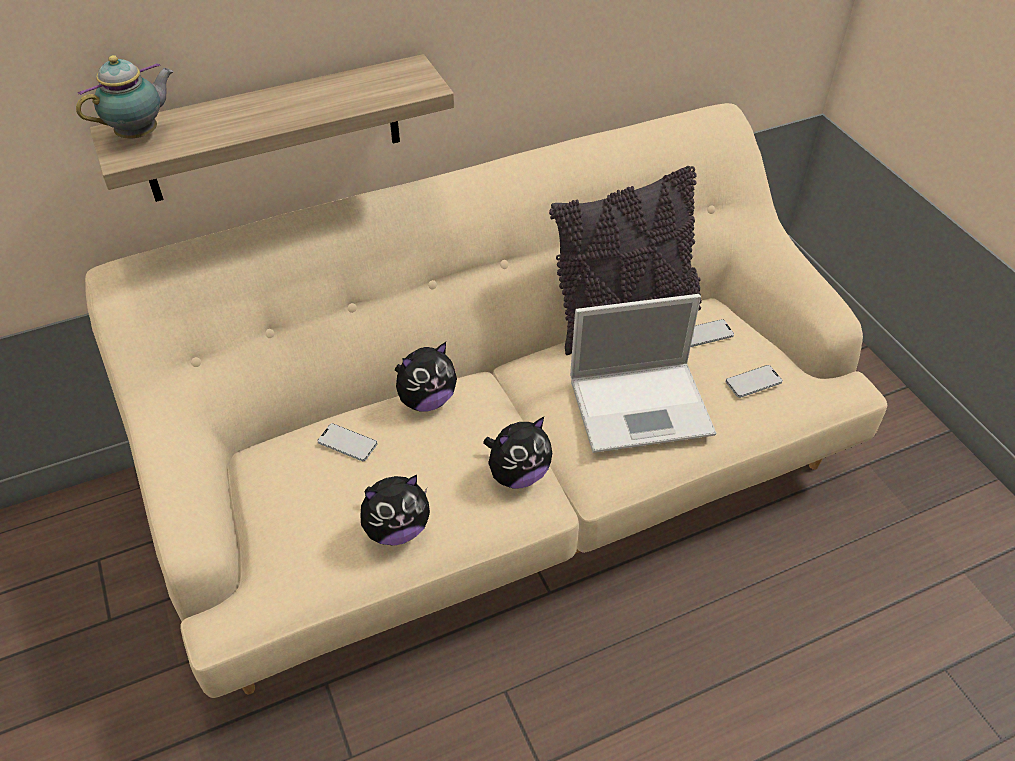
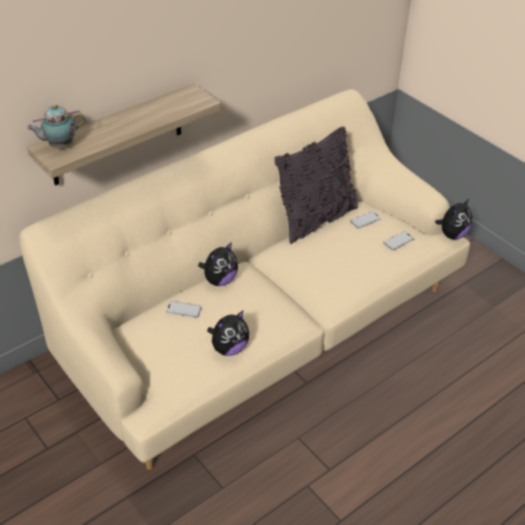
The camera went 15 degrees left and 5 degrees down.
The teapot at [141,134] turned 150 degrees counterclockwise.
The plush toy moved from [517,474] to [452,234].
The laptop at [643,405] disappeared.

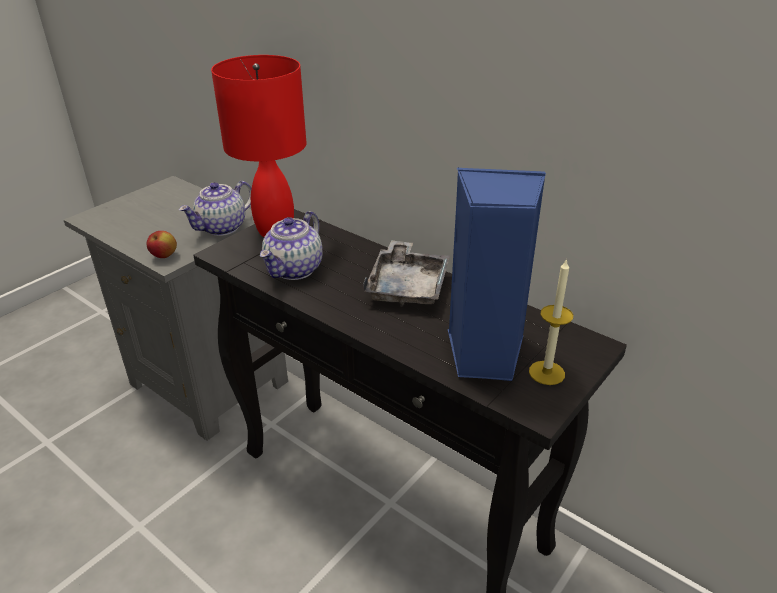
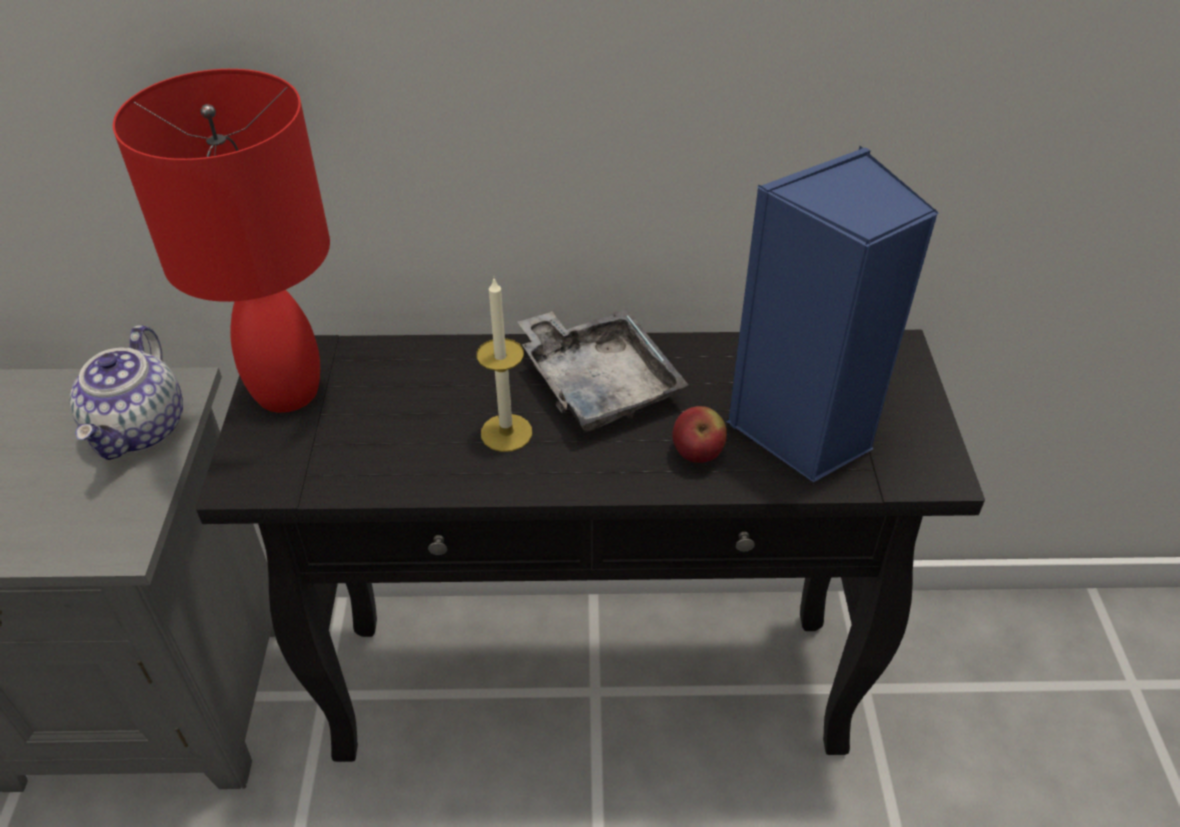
The camera went 40 degrees left and 10 degrees up.
The candle moved from [546,373] to [506,432].
The apple moved from [164,256] to [697,454].
The teapot at [294,270] disappeared.

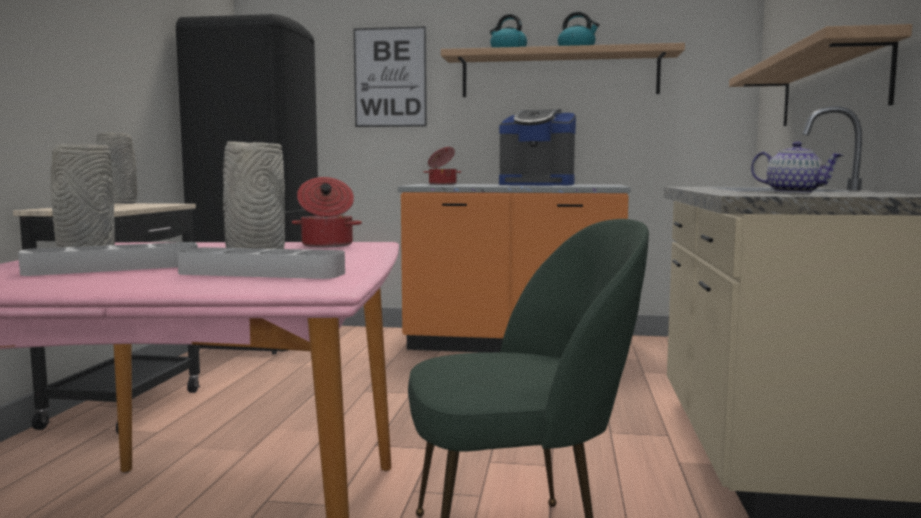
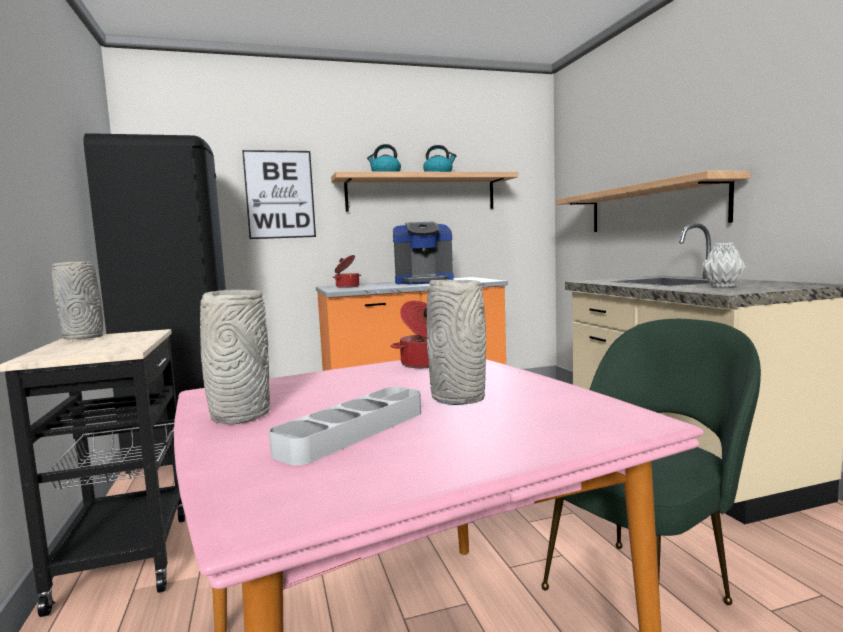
The camera went 25 degrees left and 0 degrees up.
The teapot at [794,192] was replaced by the grey vase at [722,286].
The grey tray at [261,273] disappeared.

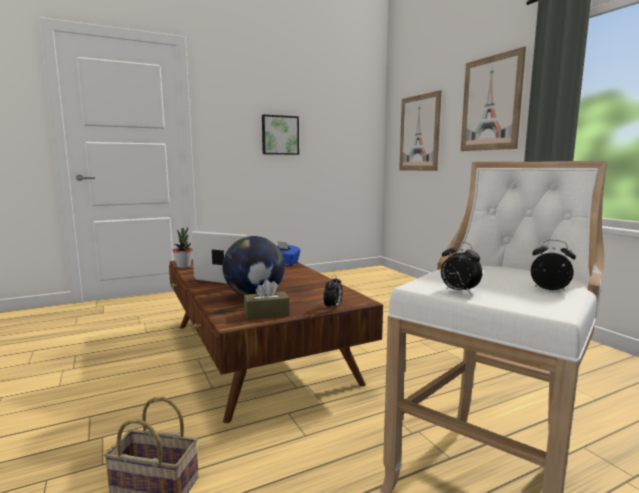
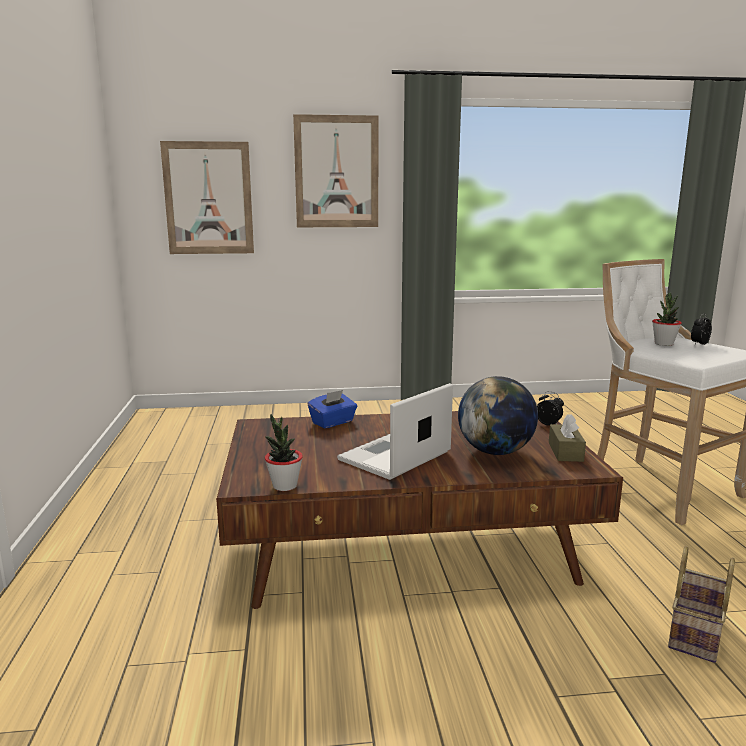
The camera went 70 degrees left and 5 degrees up.
The potted plant at [664,344] appeared.
The picture at [280,135] disappeared.
The alarm clock at [458,291] disappeared.

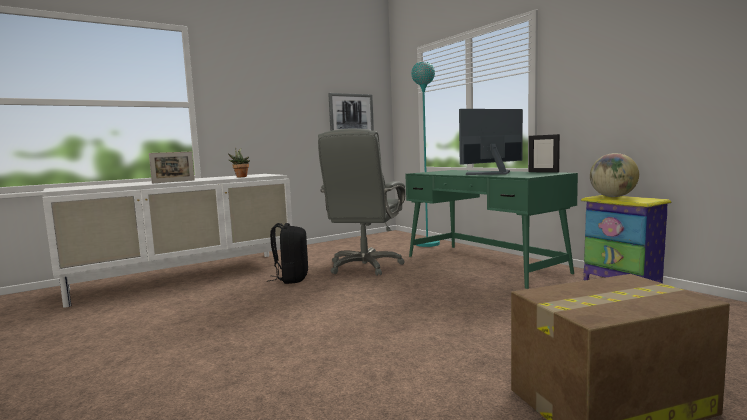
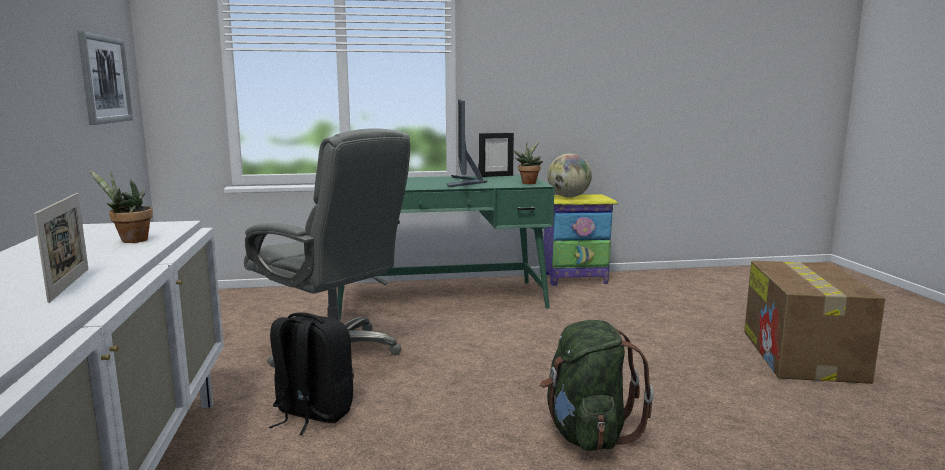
The camera went 65 degrees left and 5 degrees up.
The potted plant at [528,183] appeared.
The green backpack at [587,434] appeared.
The turquoise floor lamp at [427,244] disappeared.

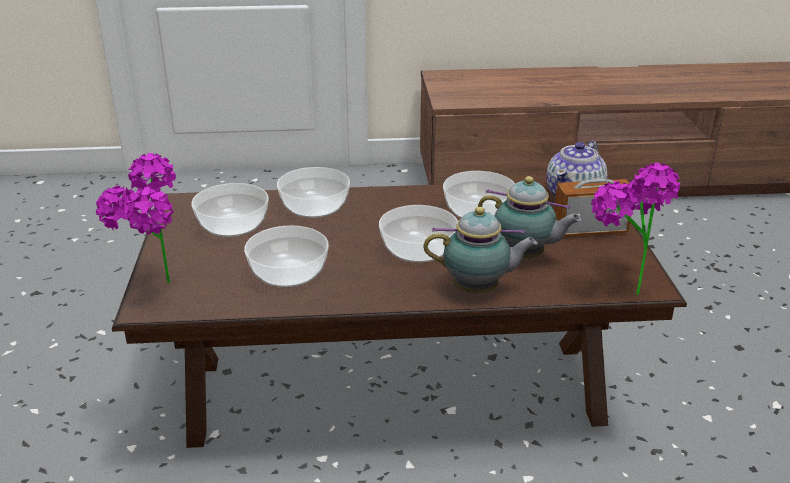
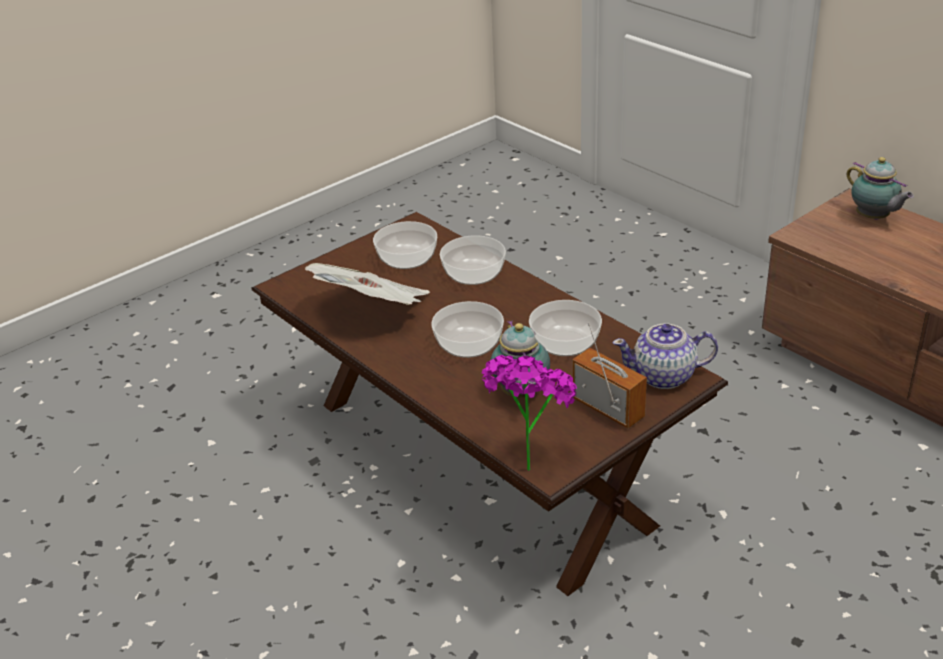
The camera went 55 degrees right and 5 degrees up.
The bowl at [288,273] was replaced by the newspaper at [374,310].
The teapot moved from [478,290] to [873,218].
The potted plant at [155,290] disappeared.

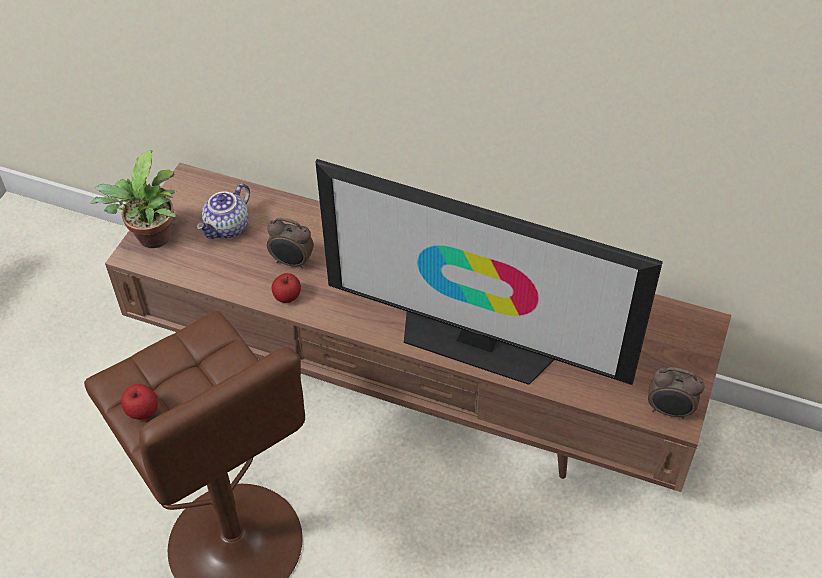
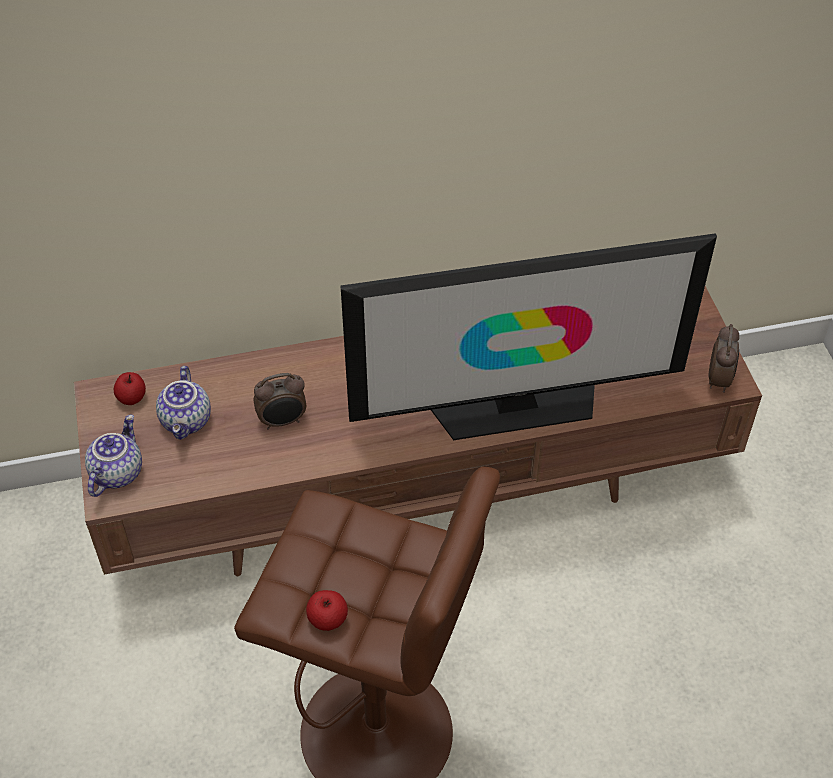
The camera went 35 degrees left and 0 degrees up.
The potted plant at [152,240] was replaced by the teapot at [116,472].
The apple moved from [287,296] to [132,398].
The alarm clock at [669,411] turned 60 degrees counterclockwise.

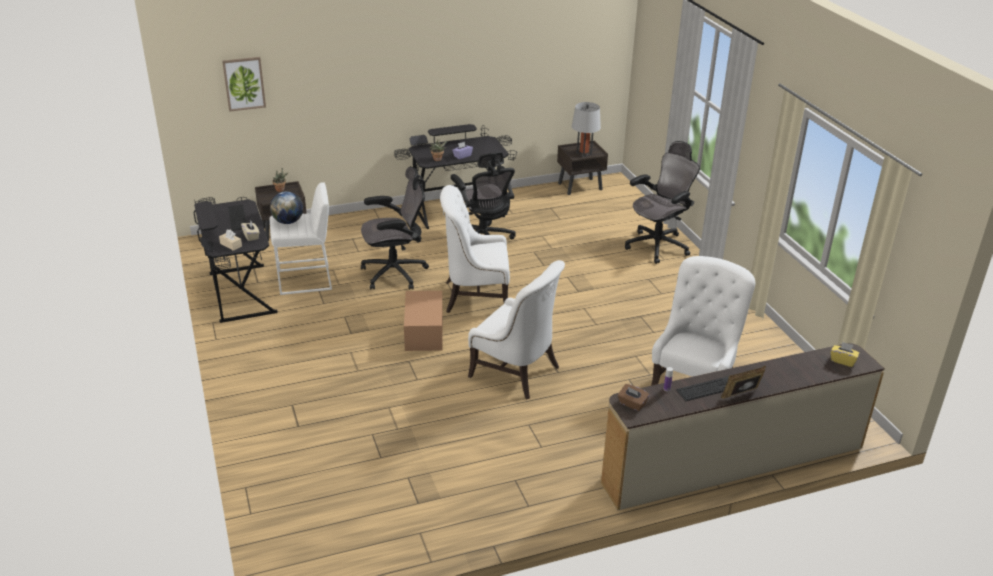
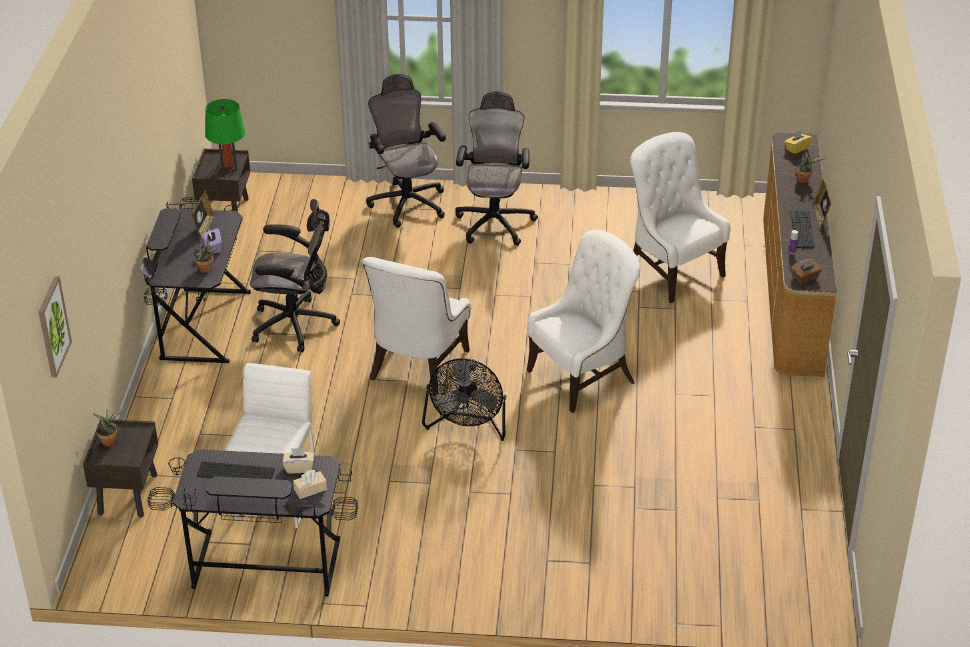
The camera went 65 degrees left and 5 degrees up.
The picture frame at [204,227] appeared.
The grey table lamp at [584,153] became the green table lamp at [228,167].
The cardboard box at [424,332] was replaced by the black fan at [465,423].
The office chair moved from [394,273] to [494,224].
The potted plant at [804,180] appeared.
The globe at [288,221] disappeared.

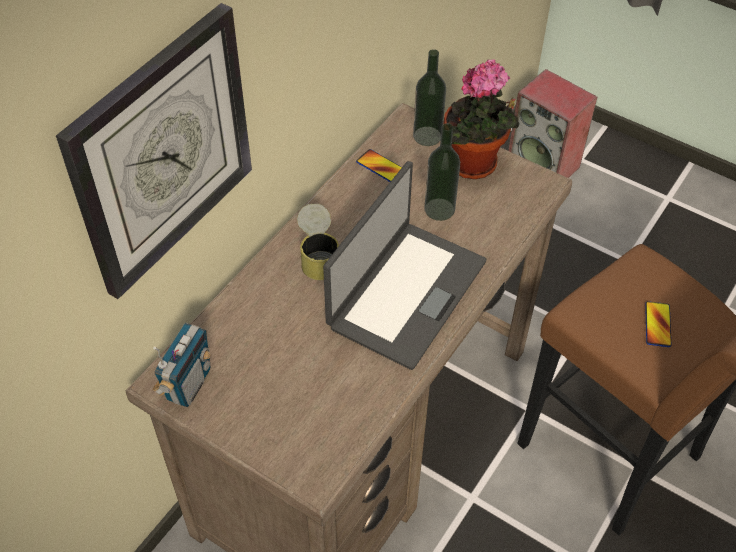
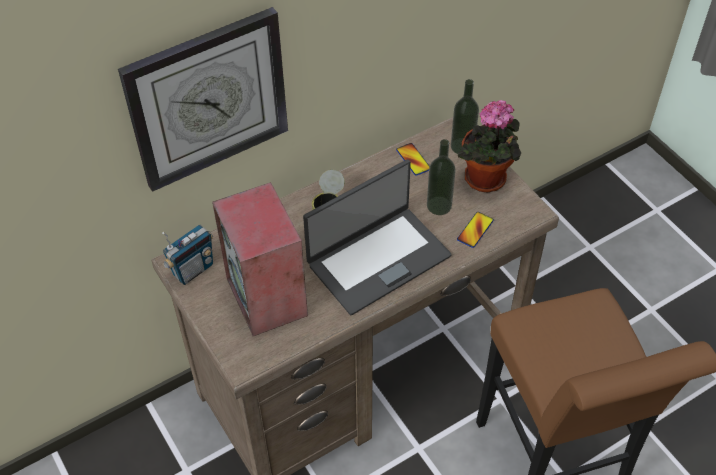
The camera went 25 degrees right and 0 degrees up.
The speaker moved from [544,165] to [268,297].
The phone moved from [657,325] to [475,230].

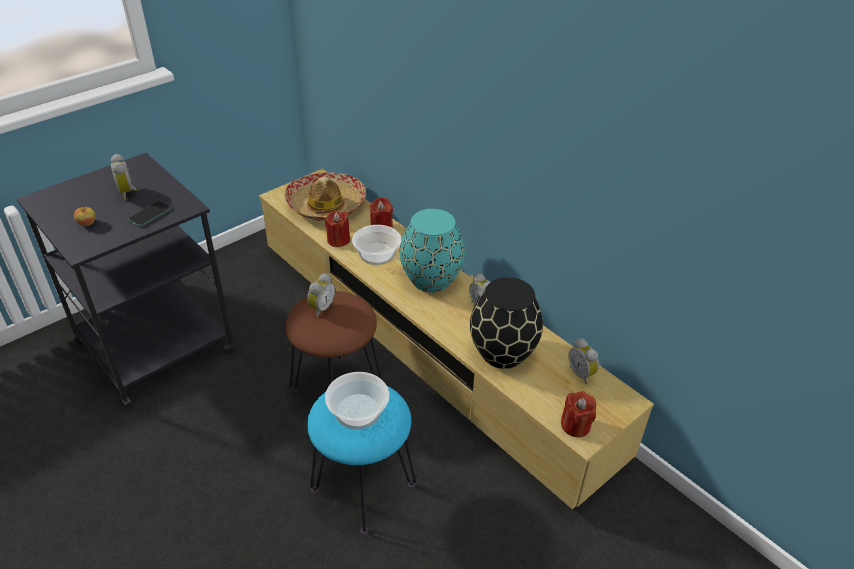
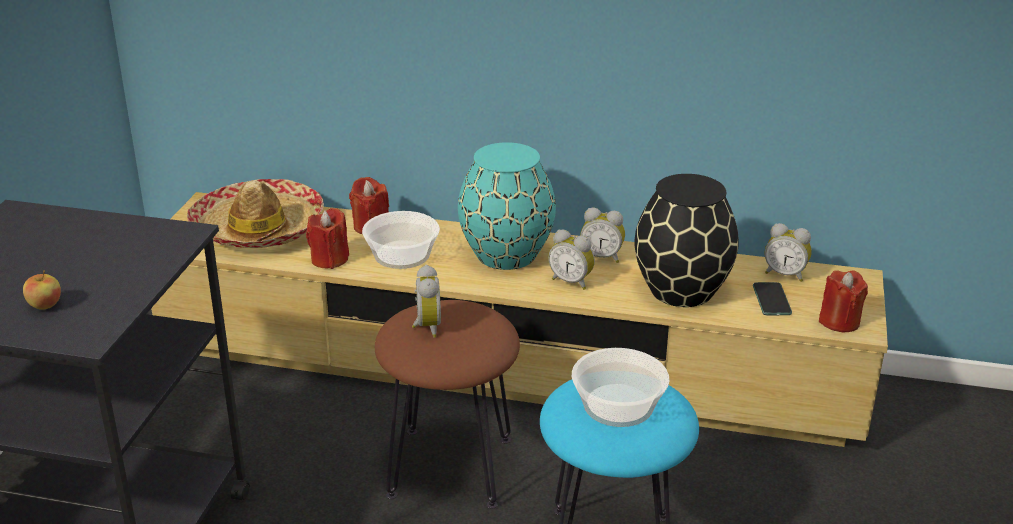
The camera went 35 degrees left and 10 degrees down.
The alarm clock moved from [128,192] to [572,281].
The phone moved from [150,214] to [771,300].

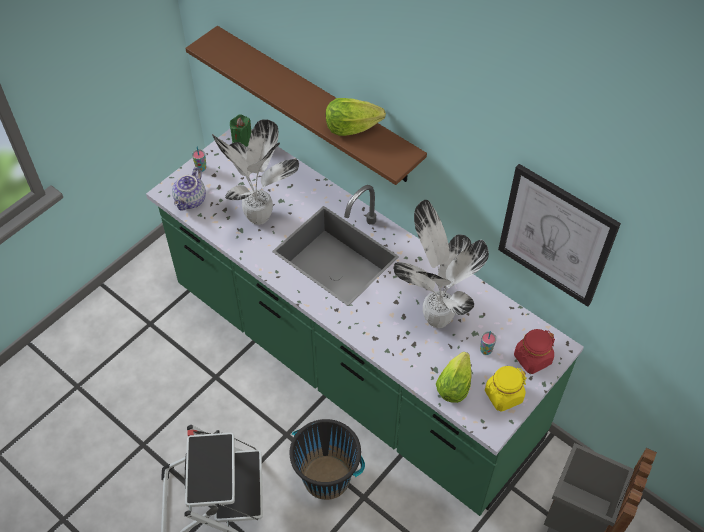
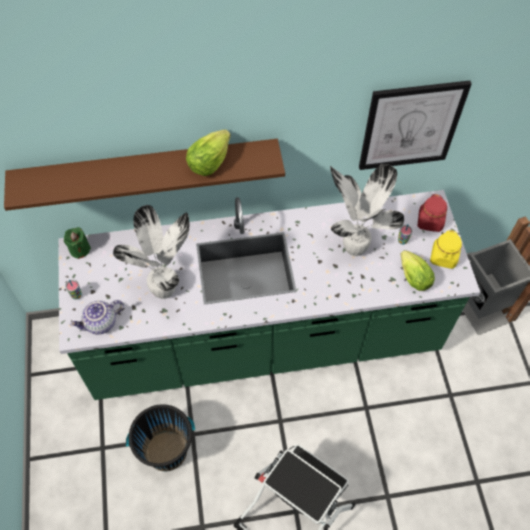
The camera went 50 degrees left and 5 degrees up.
The teapot at [191,200] turned 90 degrees clockwise.
The black bucket moved from [327,477] to [166,450].

